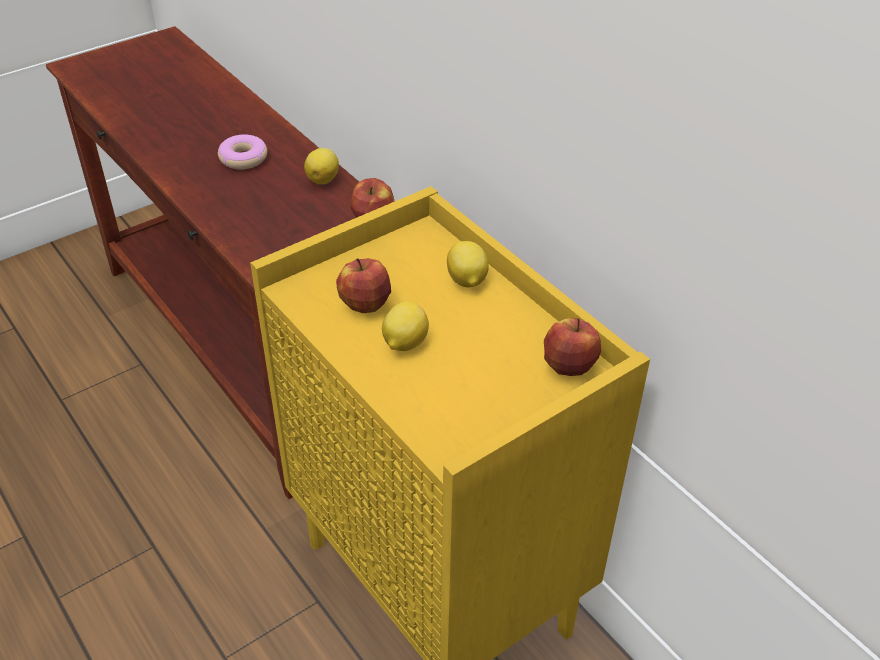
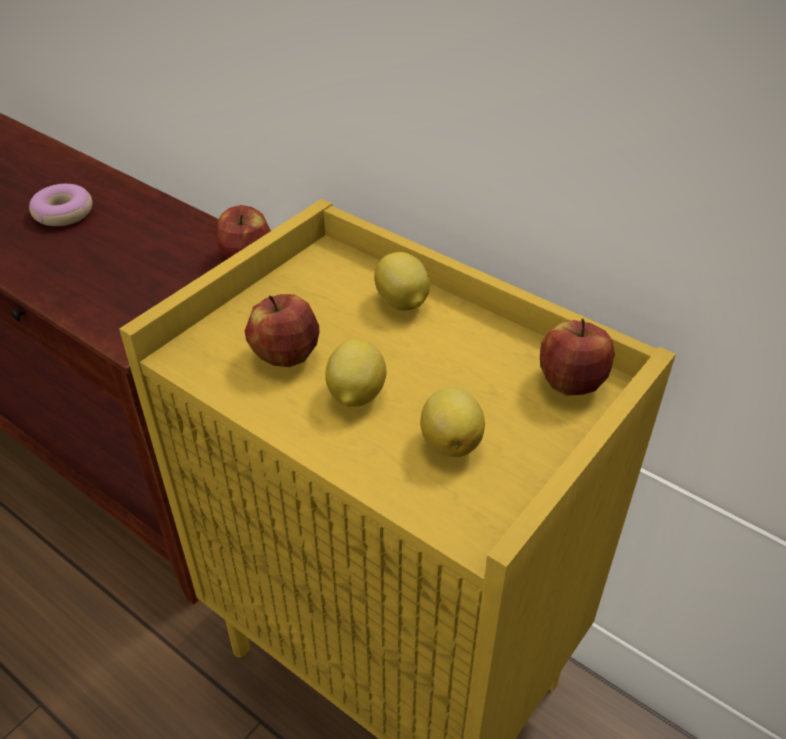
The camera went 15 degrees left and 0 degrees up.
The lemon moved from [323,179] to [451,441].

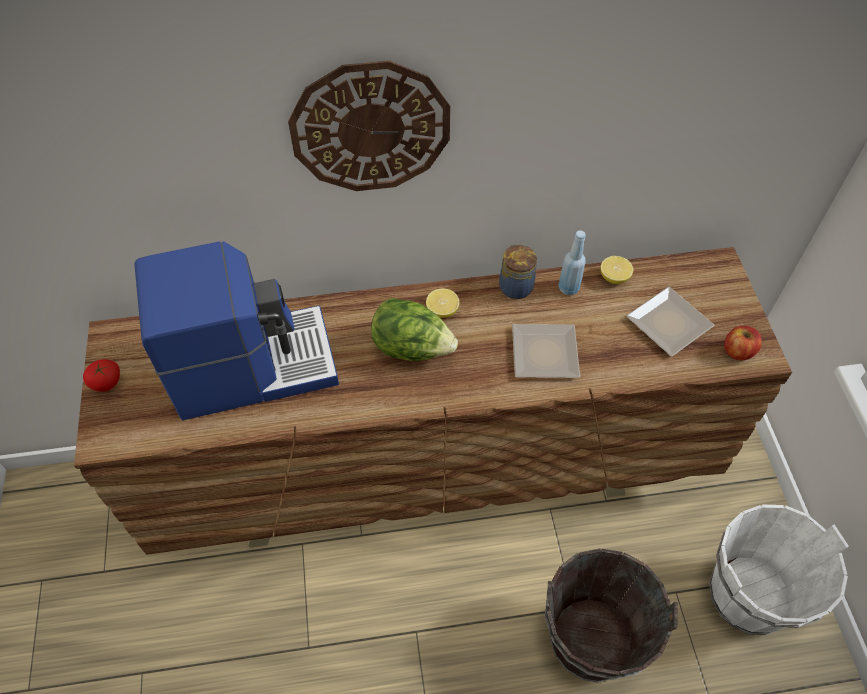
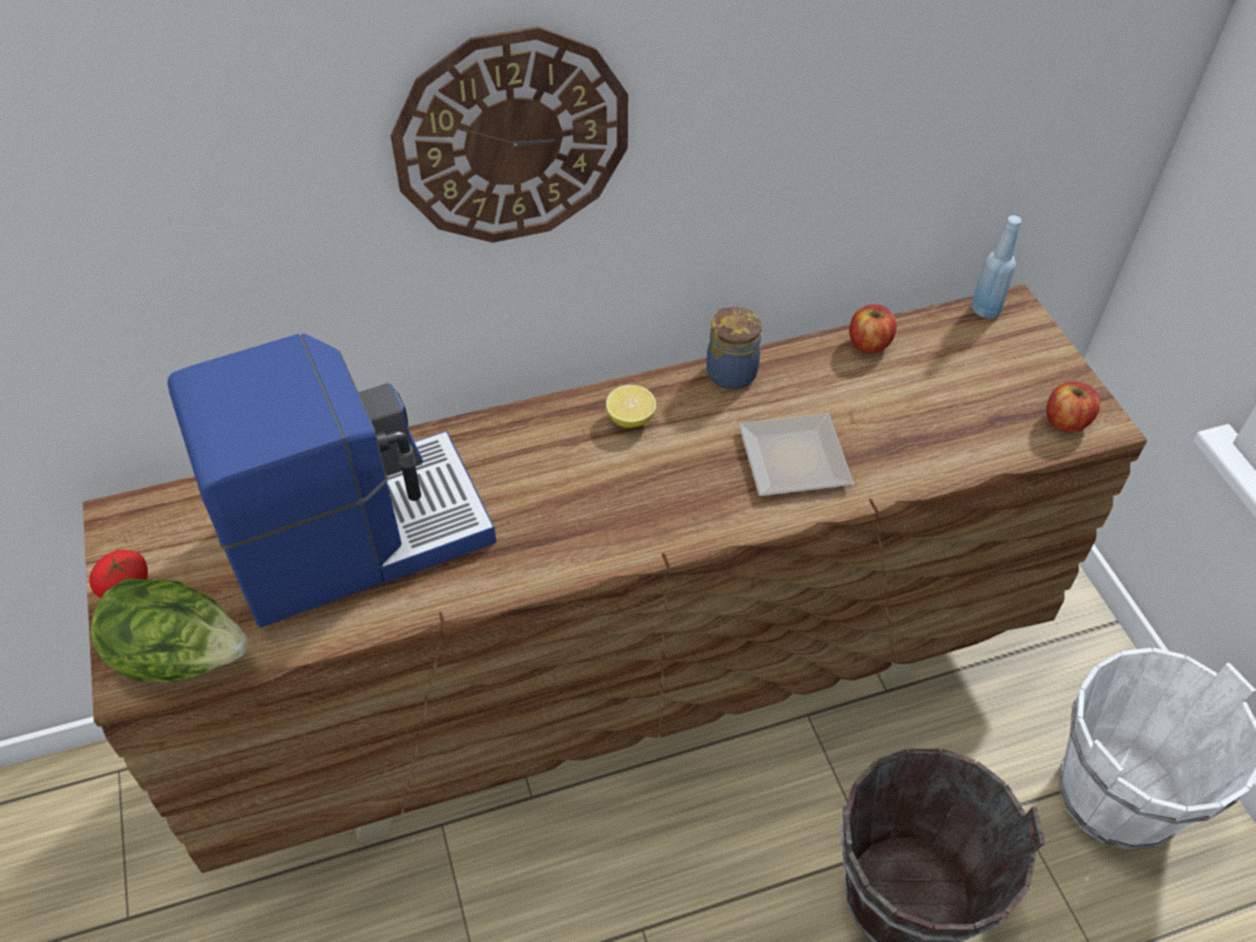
The camera went 10 degrees left and 5 degrees down.
The lettuce moved from [412,348] to [181,657].
The lemon at [614,277] was replaced by the apple at [869,344].
The blue bottle moved from [568,288] to [985,309].
The plate at [668,326] disappeared.

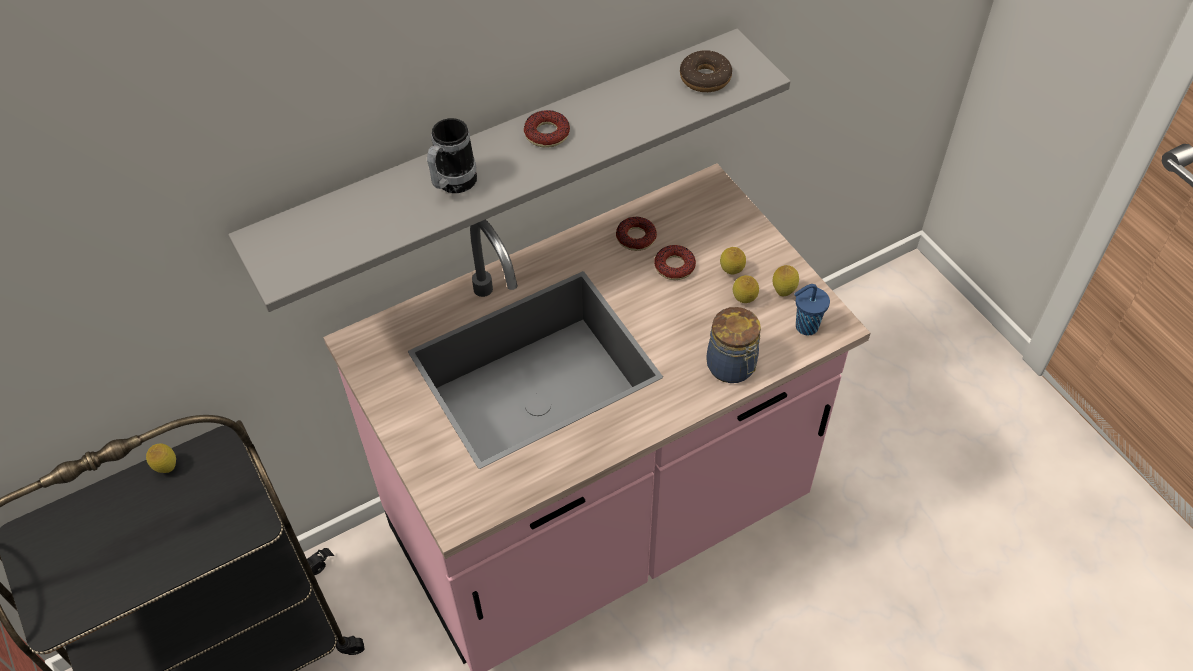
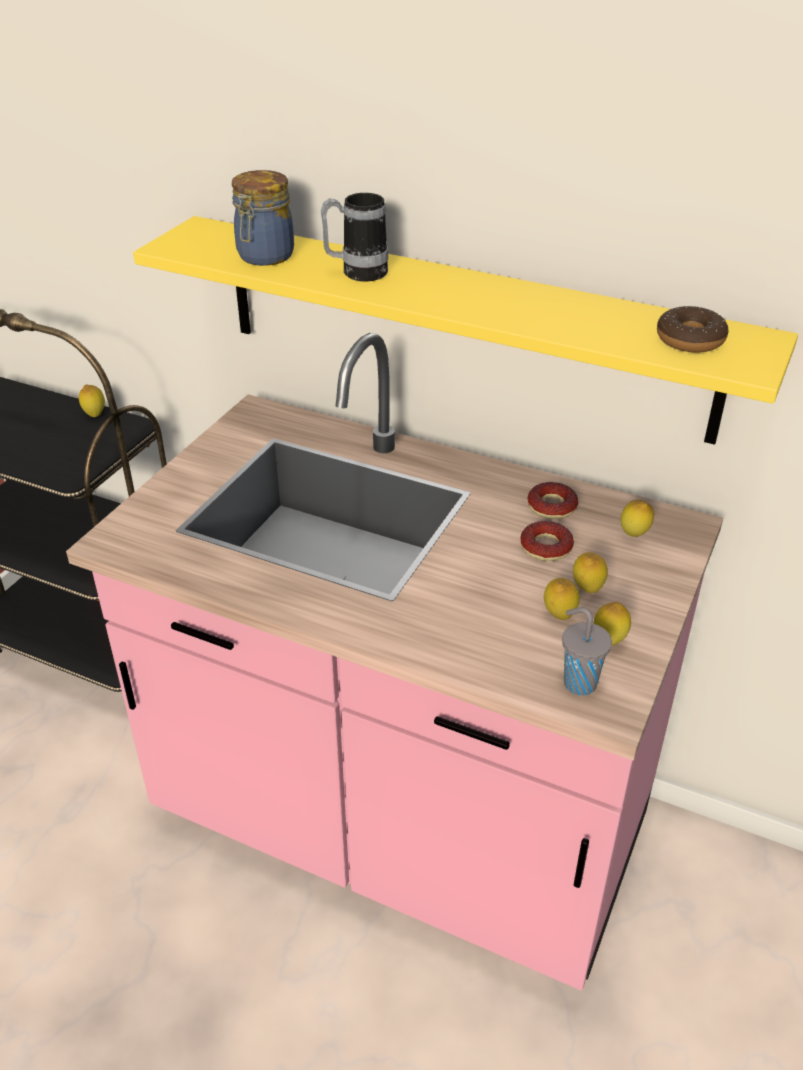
The camera went 55 degrees right and 15 degrees down.
The grey shelf at [504,164] became the yellow shelf at [461,327].
The jar moved from [732,367] to [264,257].
The blue cup at [805,327] became the grey cup at [578,682].
The lemon at [633,536] appeared.
The donut at [547,134] disappeared.

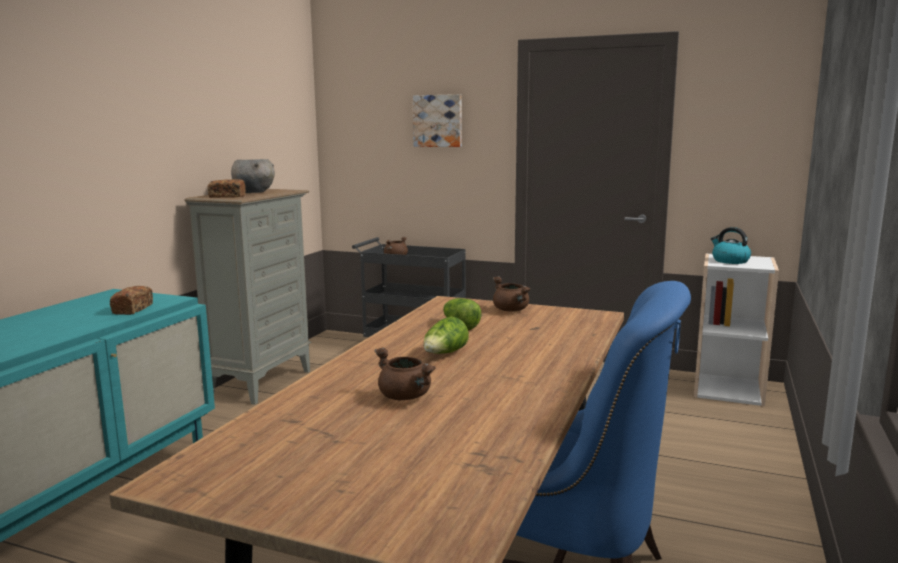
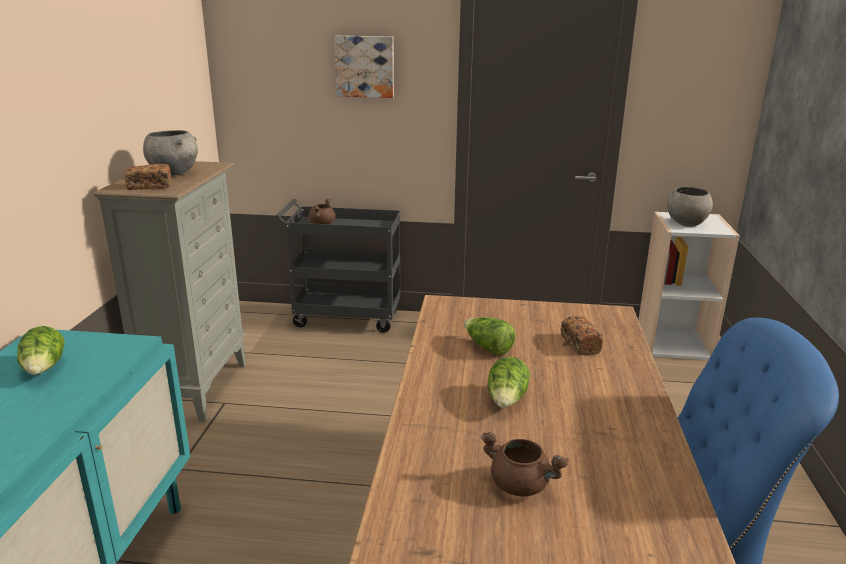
The camera went 15 degrees left and 10 degrees up.
The lettuce at [44,369] appeared.
The bread moved from [133,309] to [579,344].
The kettle at [729,261] was replaced by the grey bowl at [686,223].
The brown cooking pot at [511,310] disappeared.

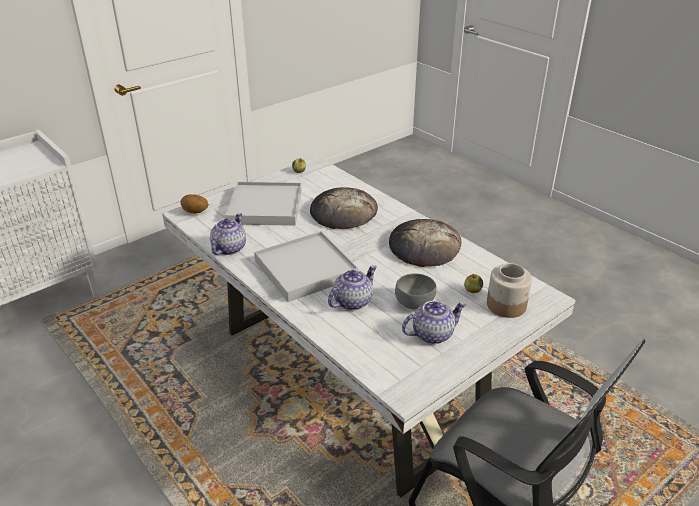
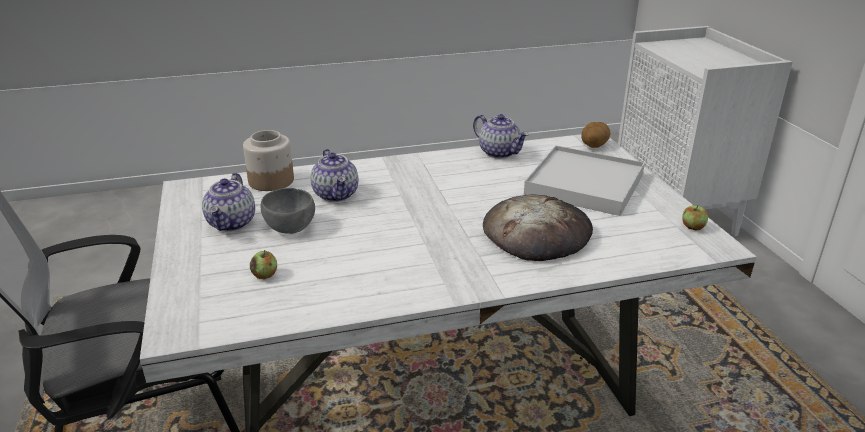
The camera went 115 degrees right and 5 degrees down.
The jar moved from [506,305] to [270,181].
The white tray at [305,269] disappeared.
The bread at [424,247] disappeared.

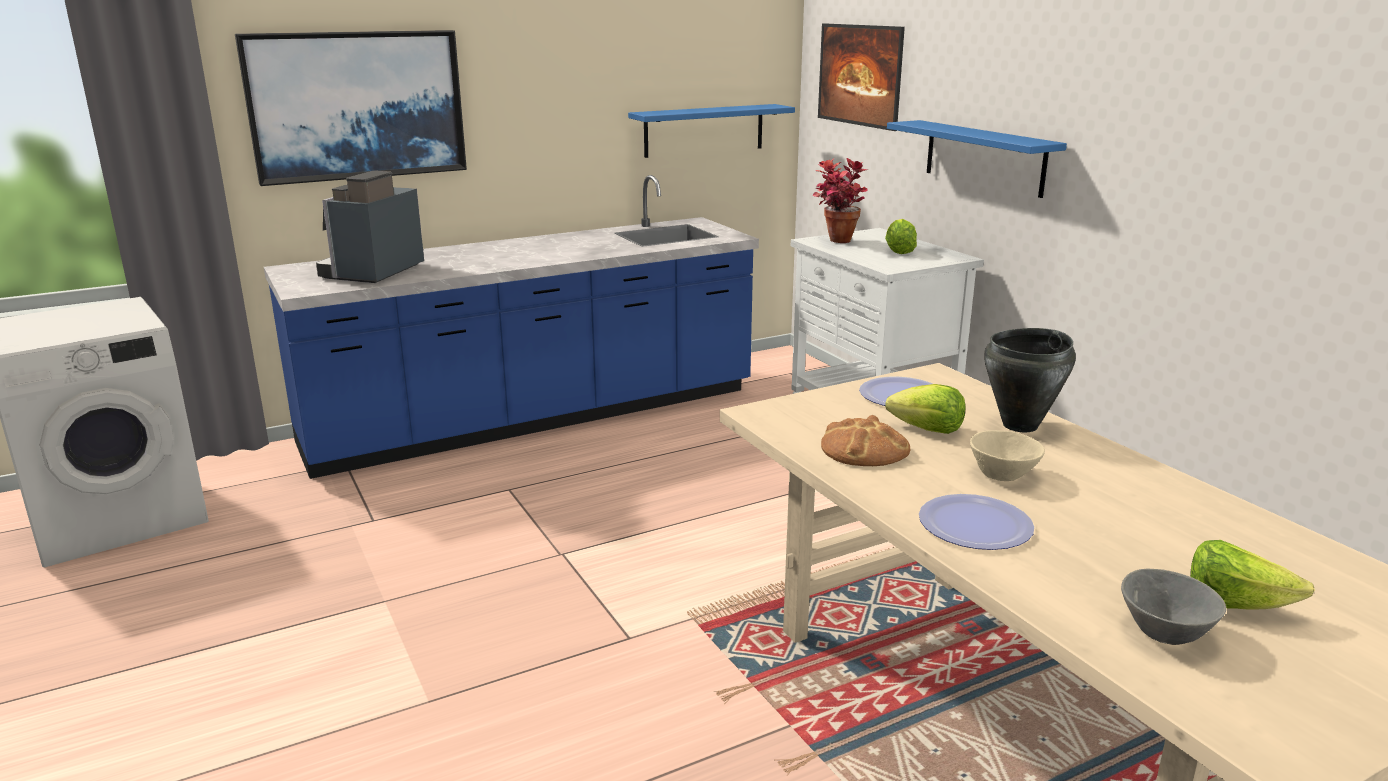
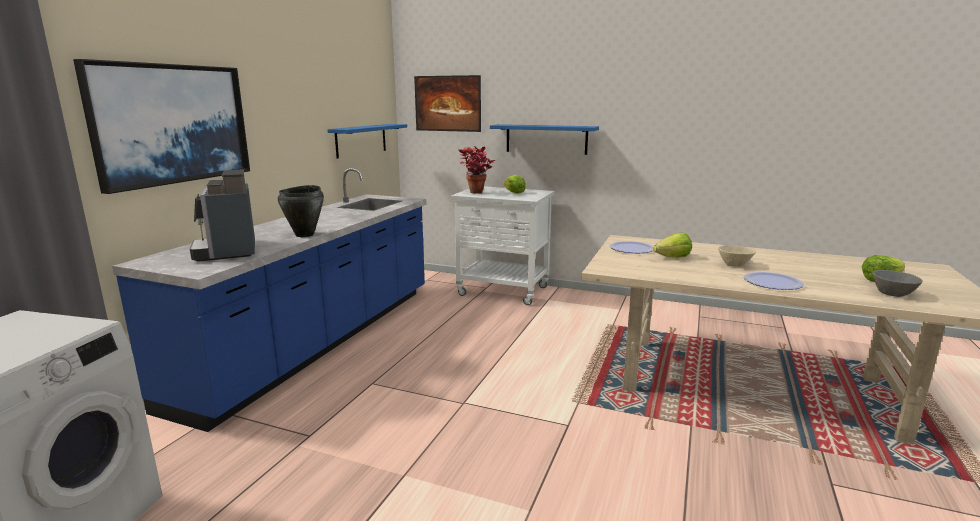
The camera went 40 degrees left and 5 degrees down.
The black cooking pot moved from [1021,425] to [305,235].
The bread at [863,449] disappeared.

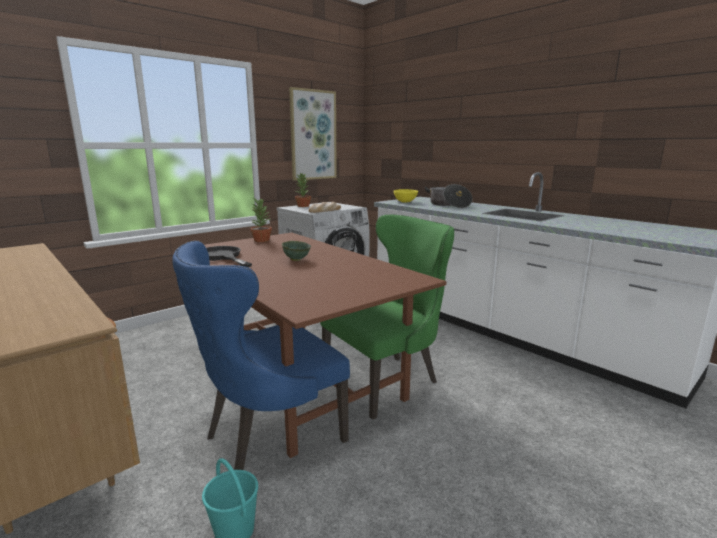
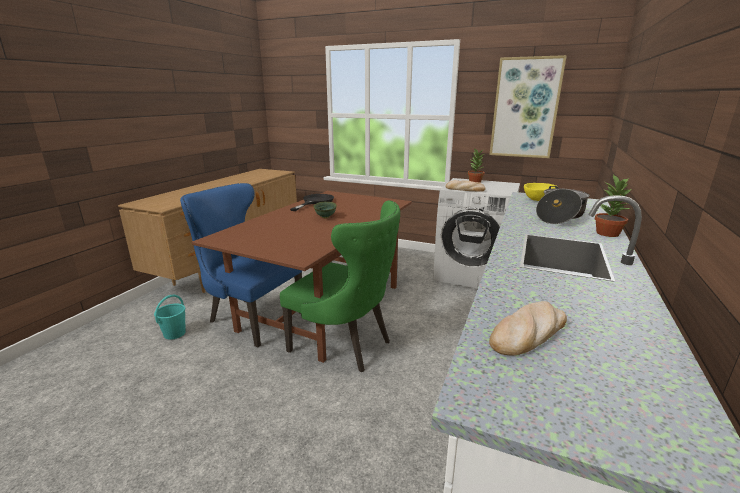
The camera went 65 degrees right and 5 degrees up.
The bread at [528,333] appeared.
The potted plant moved from [261,240] to [607,233].

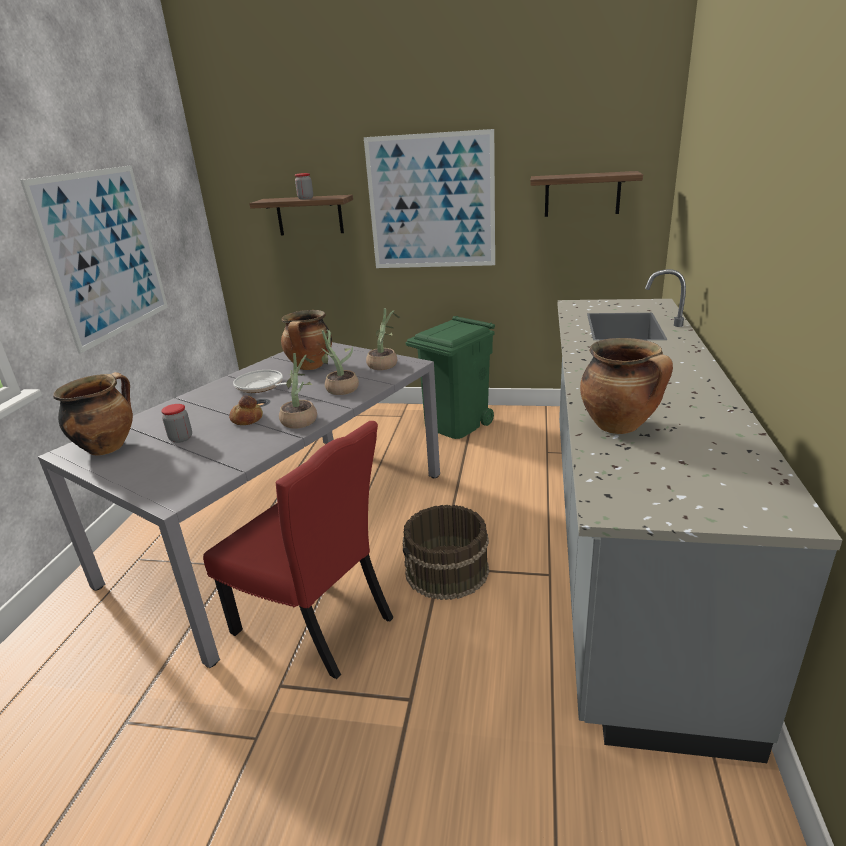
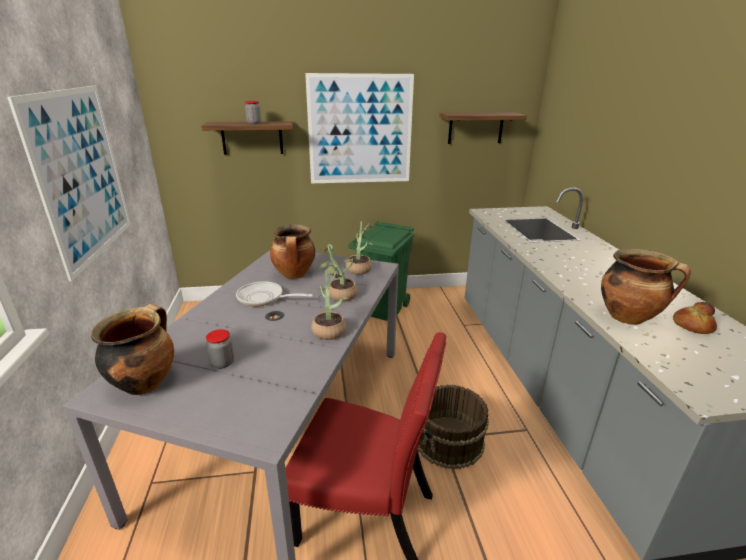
The camera went 20 degrees left and 0 degrees up.
The bread moved from [246,419] to [692,326].

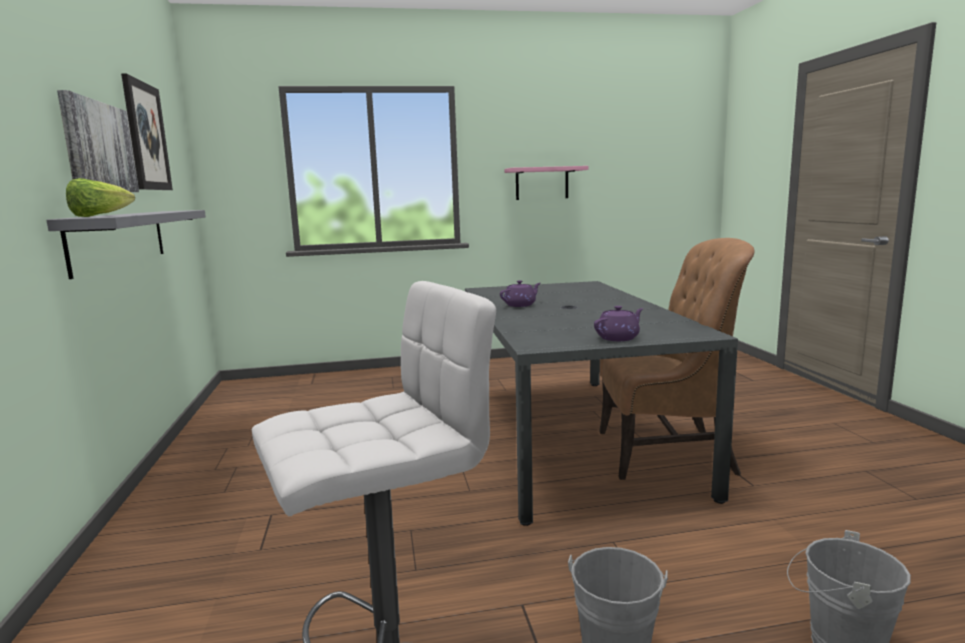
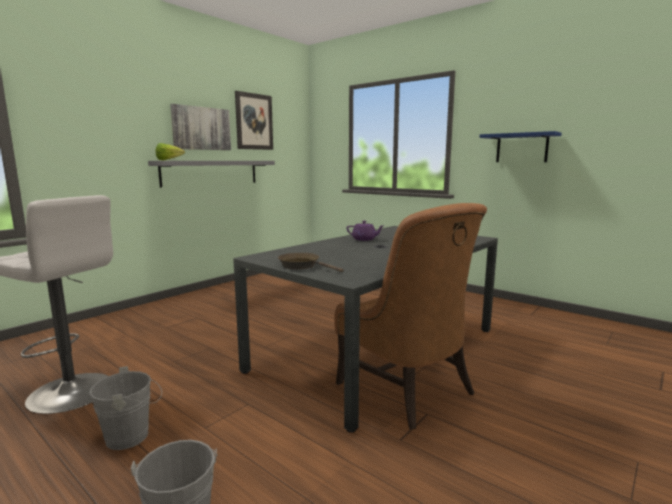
The camera went 50 degrees right and 0 degrees up.
The purple teapot at [618,338] was replaced by the brown frying pan at [302,266].
The pink shelf at [542,183] became the blue shelf at [522,148].

